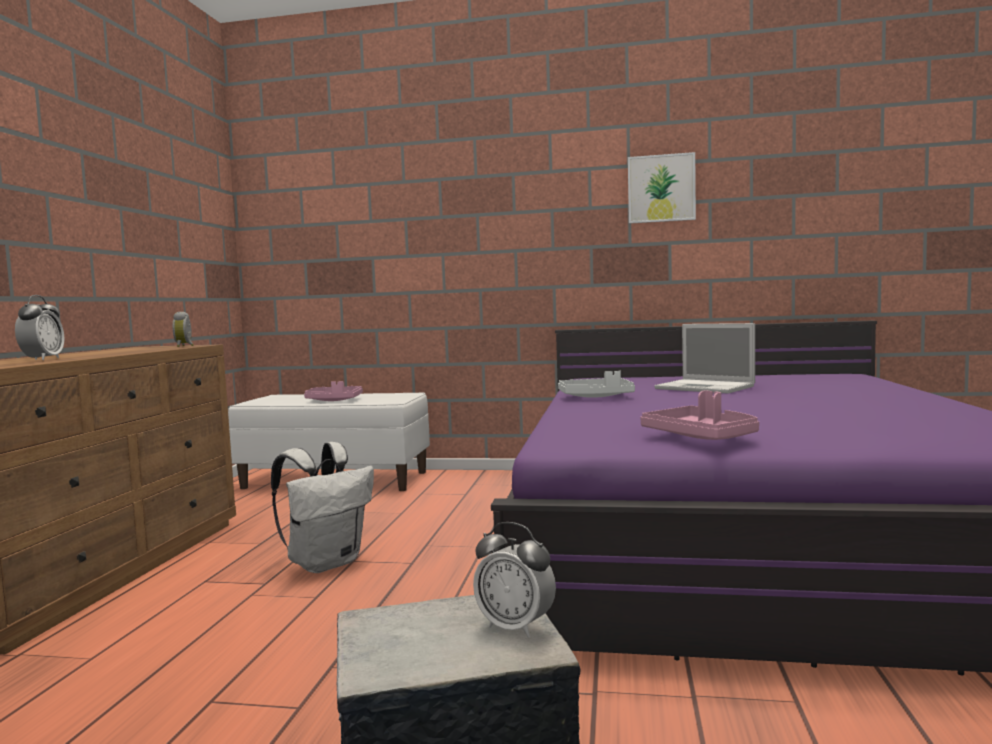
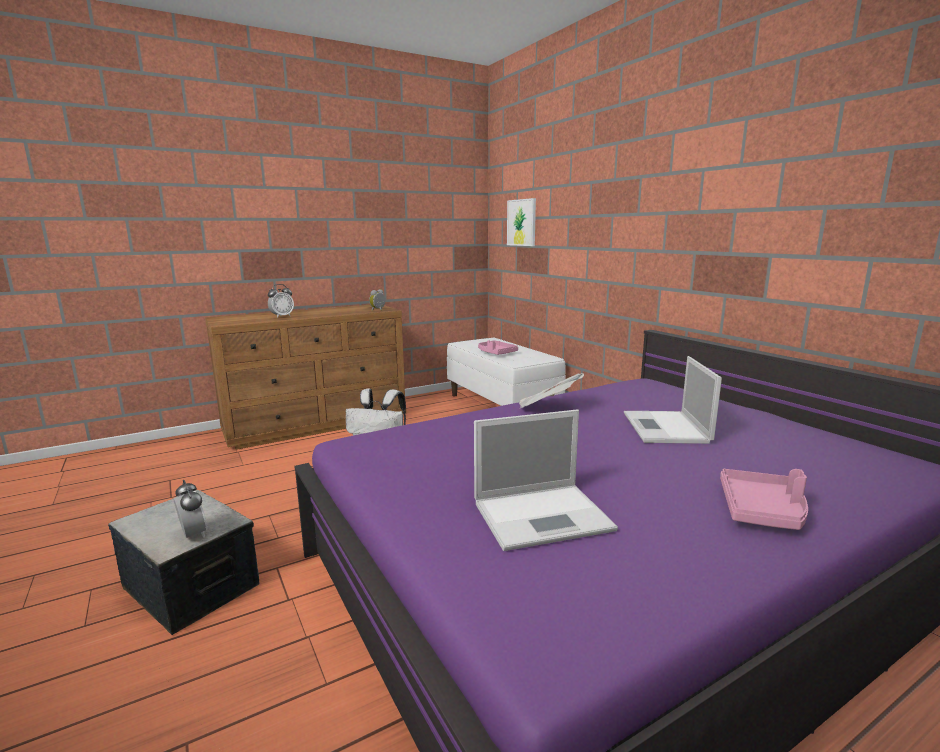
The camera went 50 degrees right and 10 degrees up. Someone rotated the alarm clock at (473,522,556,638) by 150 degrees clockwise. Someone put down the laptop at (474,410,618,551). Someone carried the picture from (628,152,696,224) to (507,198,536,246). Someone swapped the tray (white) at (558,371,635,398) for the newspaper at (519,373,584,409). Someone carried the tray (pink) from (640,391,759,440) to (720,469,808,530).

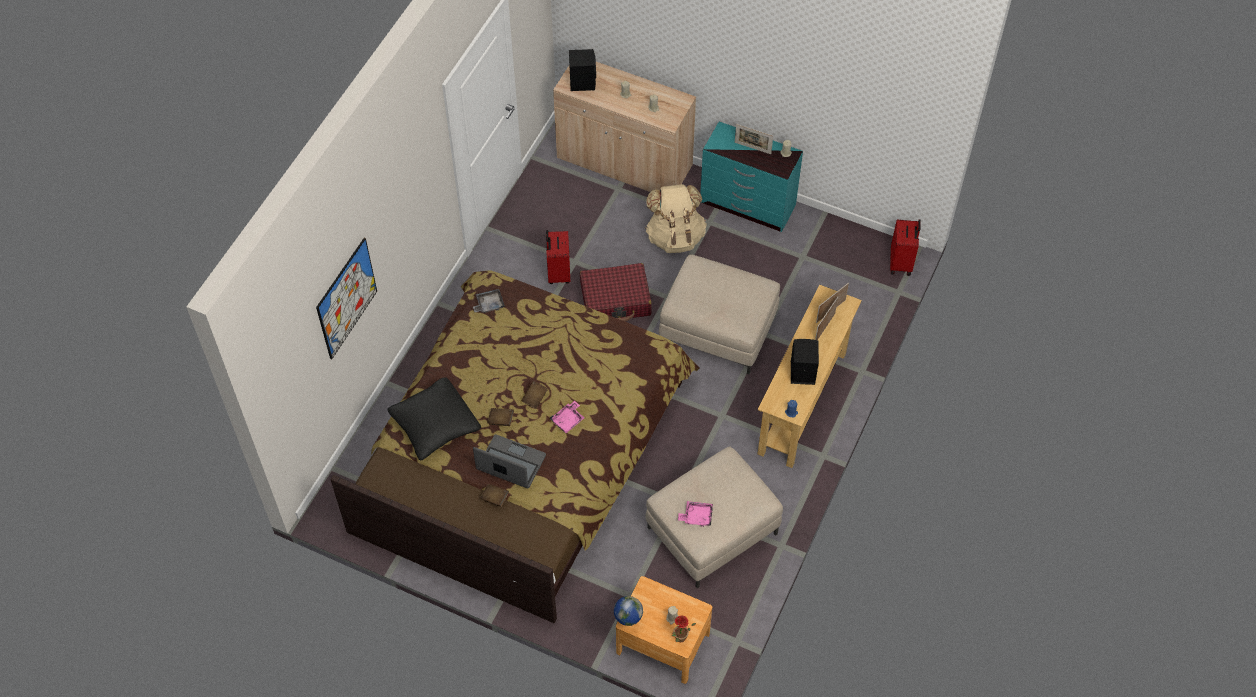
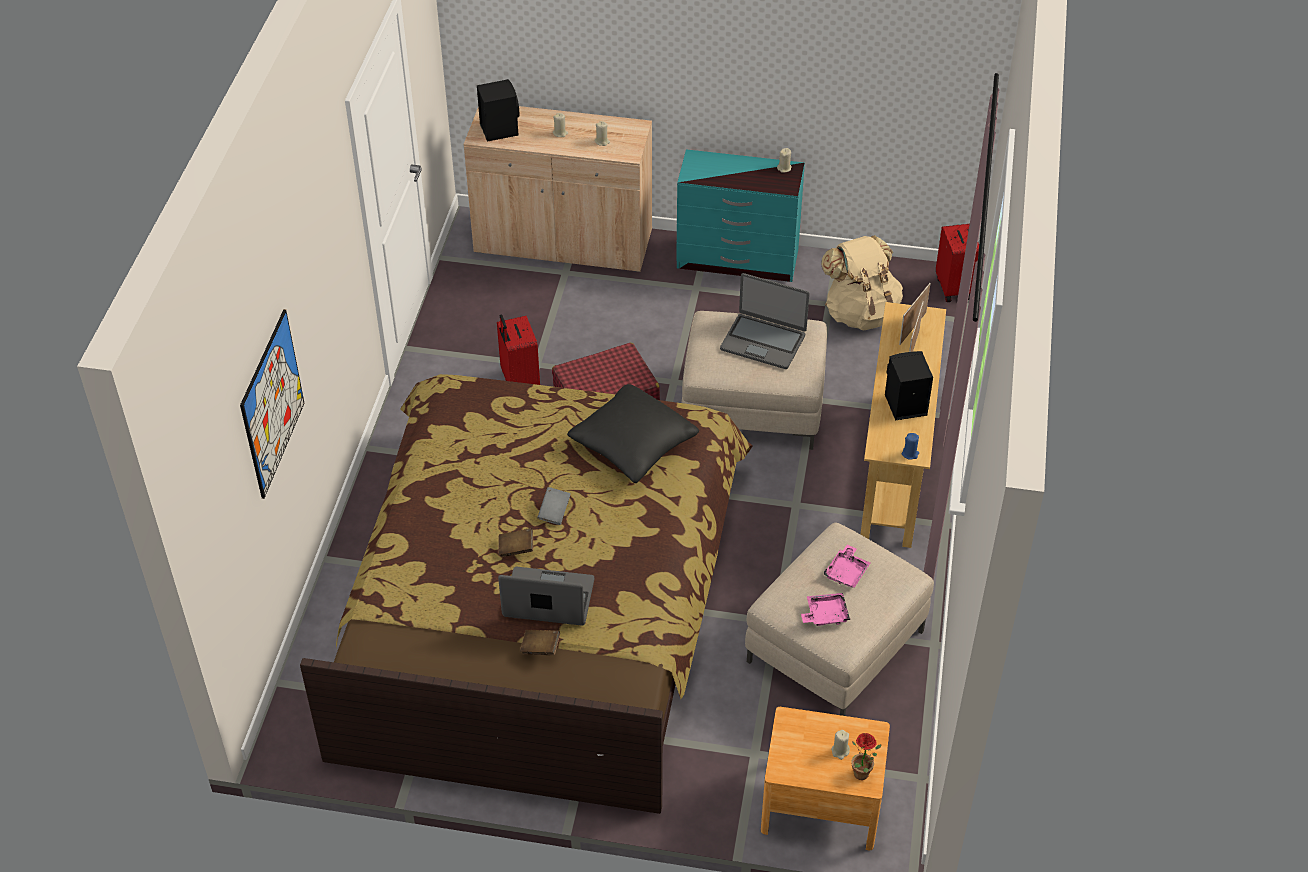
The camera went 15 degrees left and 10 degrees down. Someone repainted the book (brown) at (521,381,548,409), which became the book (grey) at (537,487,571,525). Someone carried the pillow (black) from (387,377,481,461) to (567,384,699,483). Someone put down the laptop at (720,273,810,369). Someone carried the backpack (beige) from (645,184,707,253) to (821,235,903,330). Someone carried the tray (pink) from (550,401,584,433) to (824,544,870,588). Someone took away the tray (grey) at (473,289,505,313). Someone took away the globe at (614,596,643,626). Someone took away the picture frame at (735,124,773,154).

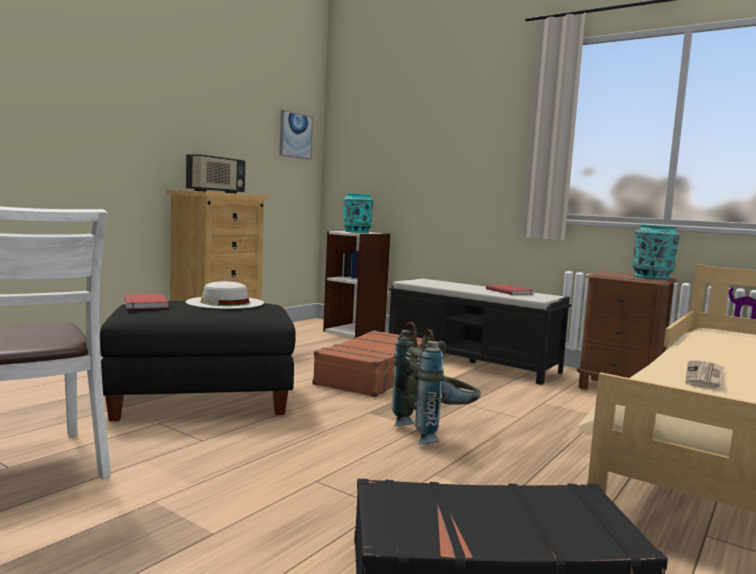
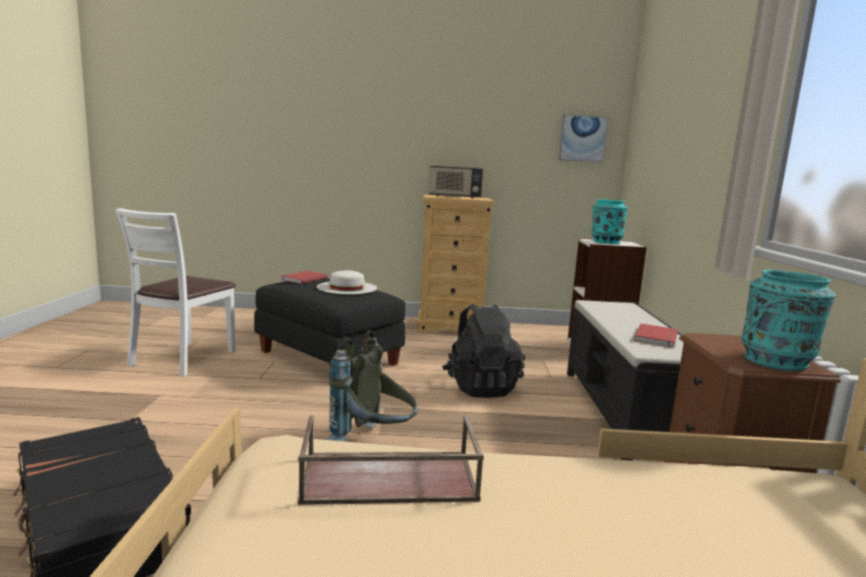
The camera went 55 degrees right and 5 degrees up. Someone swapped the newspaper at (686,361,724,389) for the tray (brown) at (298,415,484,505). Someone swapped the suitcase (brown) at (312,330,422,397) for the backpack (black) at (442,304,525,398).

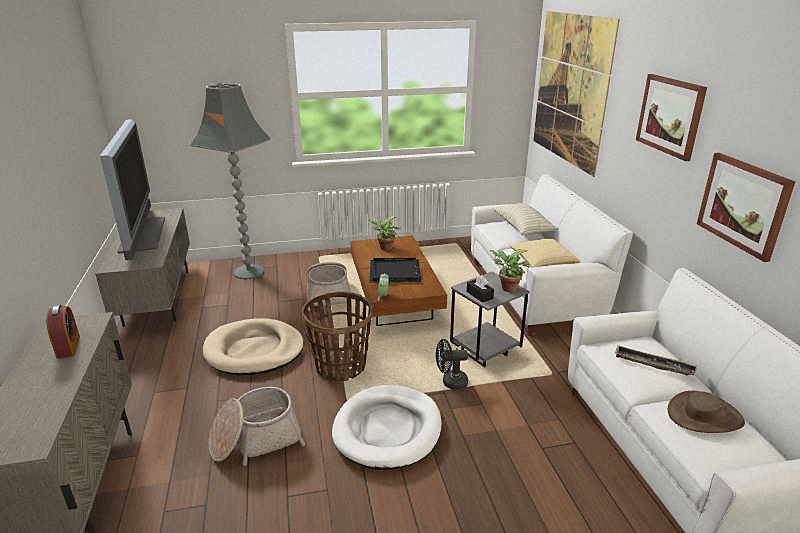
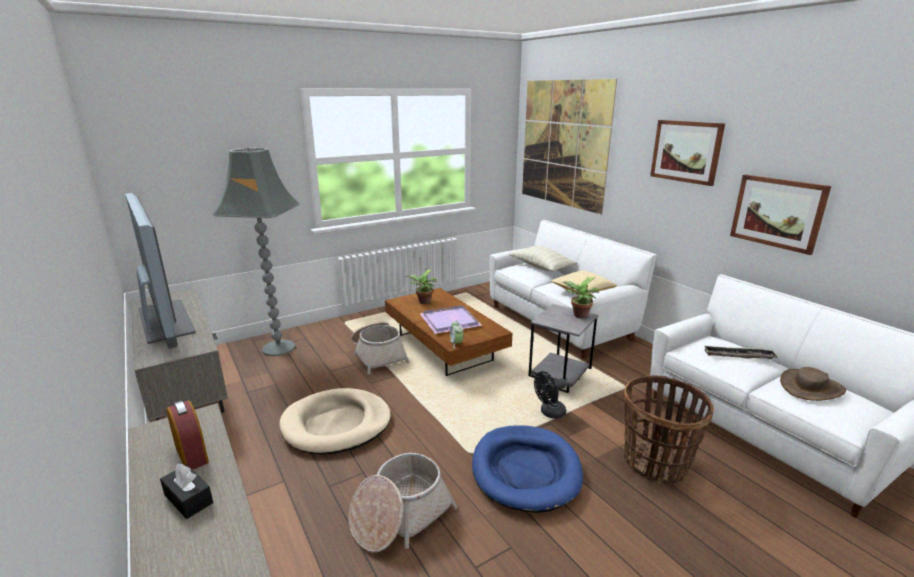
The camera went 20 degrees left and 5 degrees down. Someone carried the tissue box (black) from (467,275,494,303) to (160,464,213,519). Someone repainted the tray (black) at (369,258,421,283), which became the tray (purple) at (420,305,482,334). Someone repainted the dog bed (white) at (332,385,441,470), which became the dog bed (blue) at (472,425,583,513). Someone carried the basket from (301,292,373,382) to (623,375,714,485).

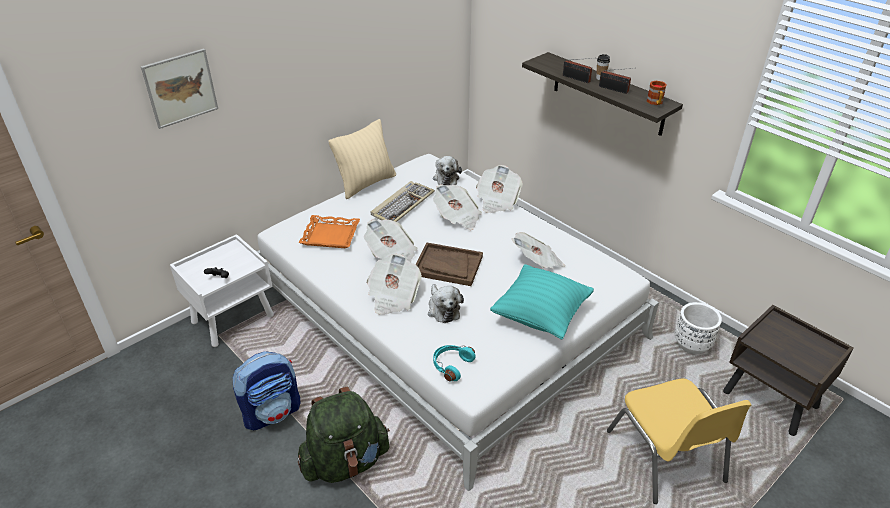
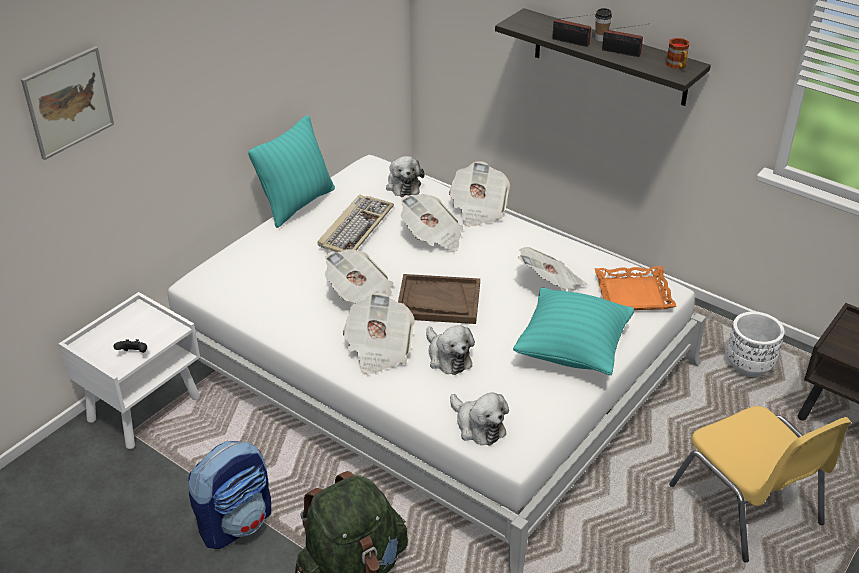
The camera went 10 degrees left and 0 degrees up. Someone repainted the pillow (beige) at (328,119,396,199), which became the pillow (turquoise) at (248,115,335,228). Someone swapped the headphones (turquoise) at (433,345,476,382) for the plush toy at (450,393,509,446). Someone carried the tray (orange) from (298,215,360,248) to (594,266,677,310).

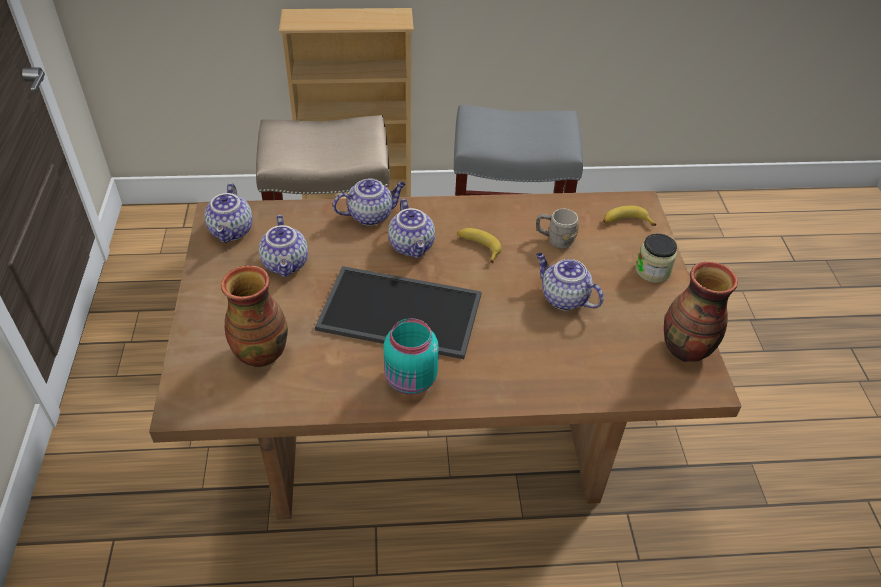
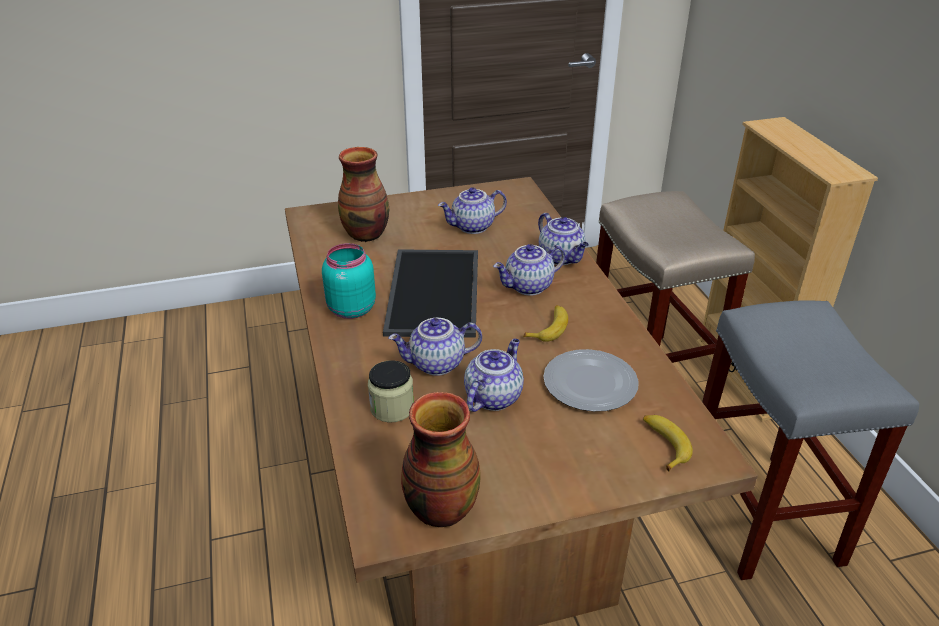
The camera went 80 degrees right and 10 degrees down. Someone carried the jar from (636,233,677,283) to (368,360,414,423). Someone carried the teapot from (205,183,253,243) to (388,318,482,376). Someone swapped the mug (grey) at (536,209,579,249) for the plate at (543,349,639,412).

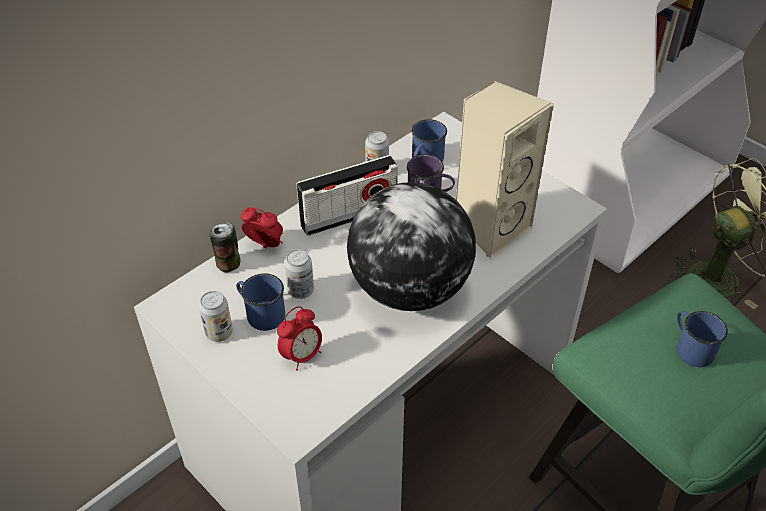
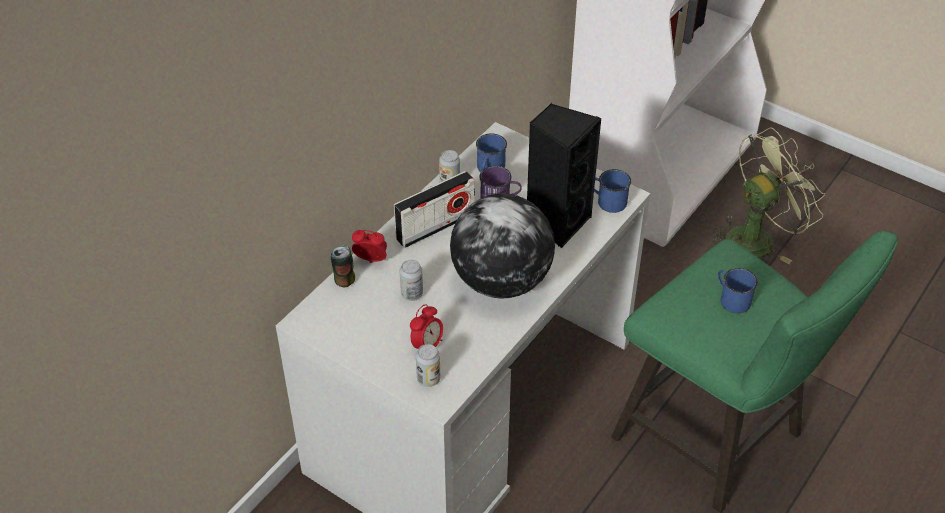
The camera went 10 degrees left and 0 degrees up. Someone carried the can from (199,291,233,342) to (416,344,440,387). Someone repainted the speaker (beige) at (456,80,554,259), which became the speaker (black) at (527,103,602,248). Someone carried the mug (blue) from (236,273,285,331) to (594,169,631,213).

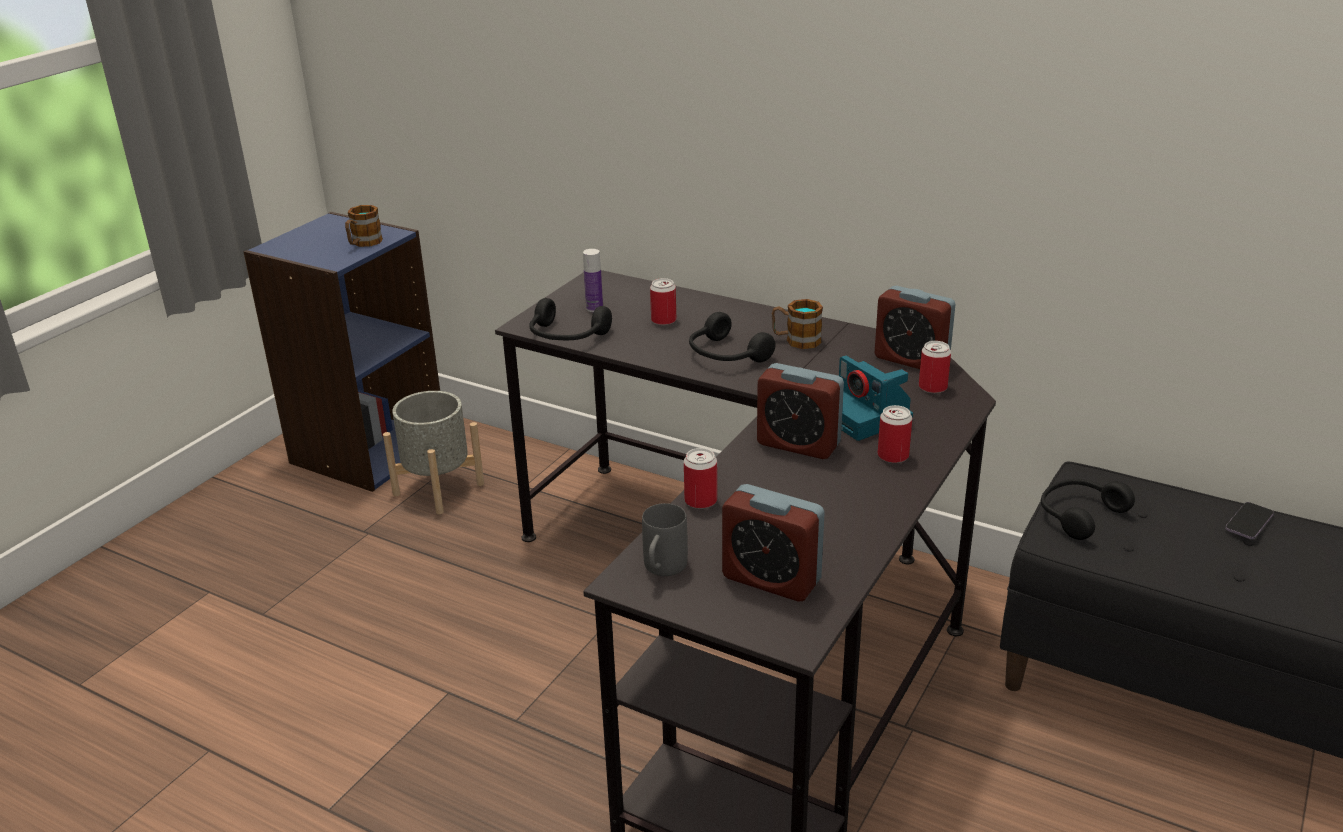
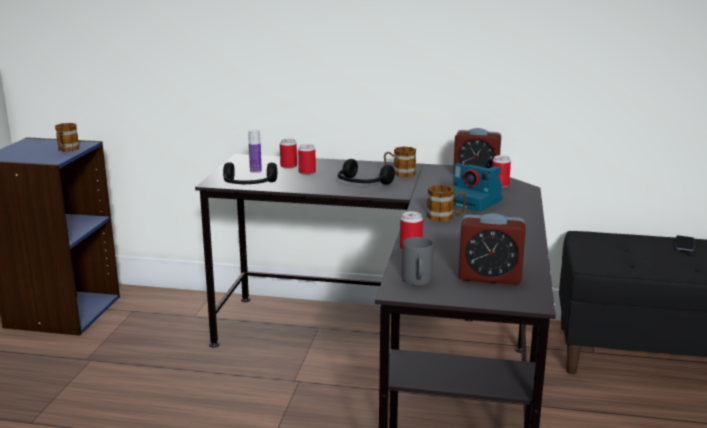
The camera went 20 degrees left and 10 degrees down. Someone carried the can from (878,405,912,463) to (280,138,297,169). Someone swapped the alarm clock at (757,363,844,459) for the mug at (427,185,467,222). Someone took away the planter (grey) at (383,391,484,514). Someone took away the headphones (black) at (1041,479,1135,540).

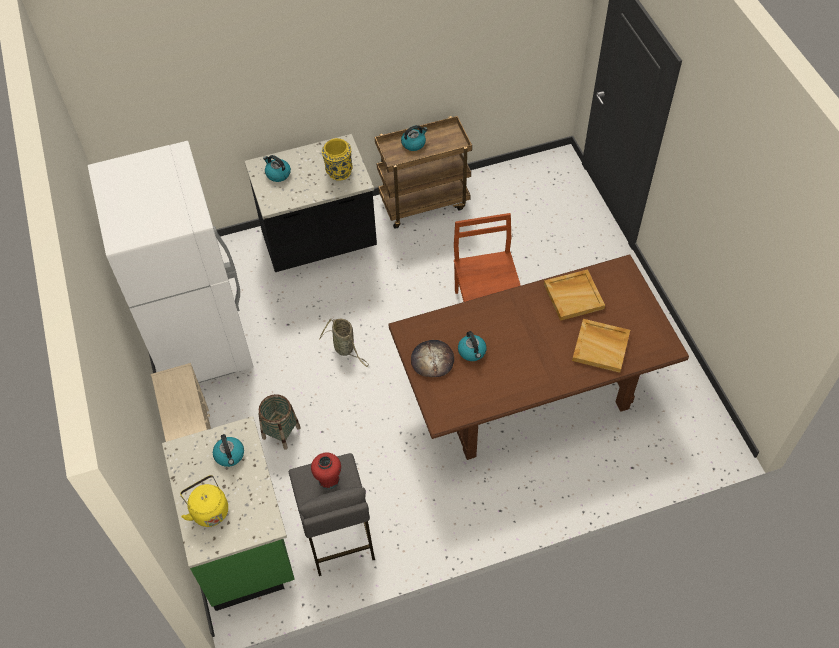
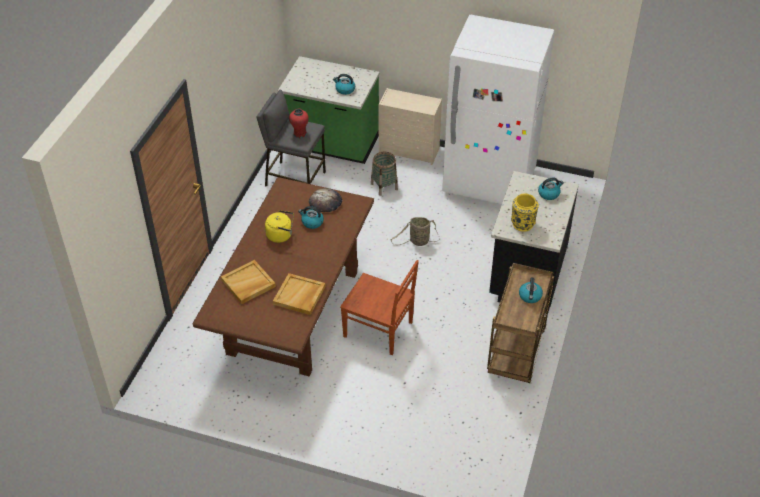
The camera went 125 degrees right and 10 degrees down. Someone carried the kettle (yellow) from (180,475,228,527) to (265,210,294,243).

